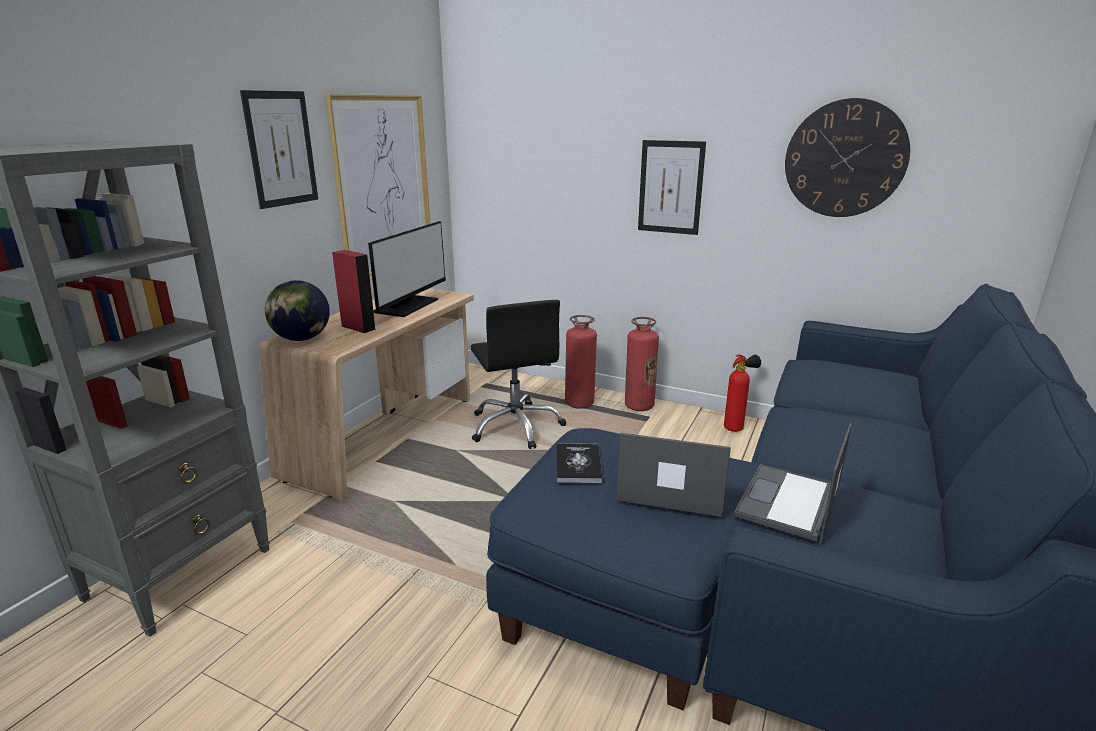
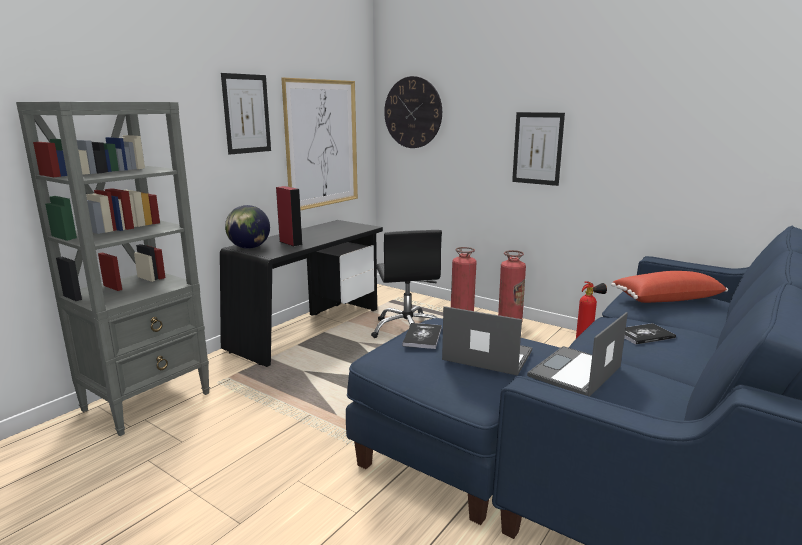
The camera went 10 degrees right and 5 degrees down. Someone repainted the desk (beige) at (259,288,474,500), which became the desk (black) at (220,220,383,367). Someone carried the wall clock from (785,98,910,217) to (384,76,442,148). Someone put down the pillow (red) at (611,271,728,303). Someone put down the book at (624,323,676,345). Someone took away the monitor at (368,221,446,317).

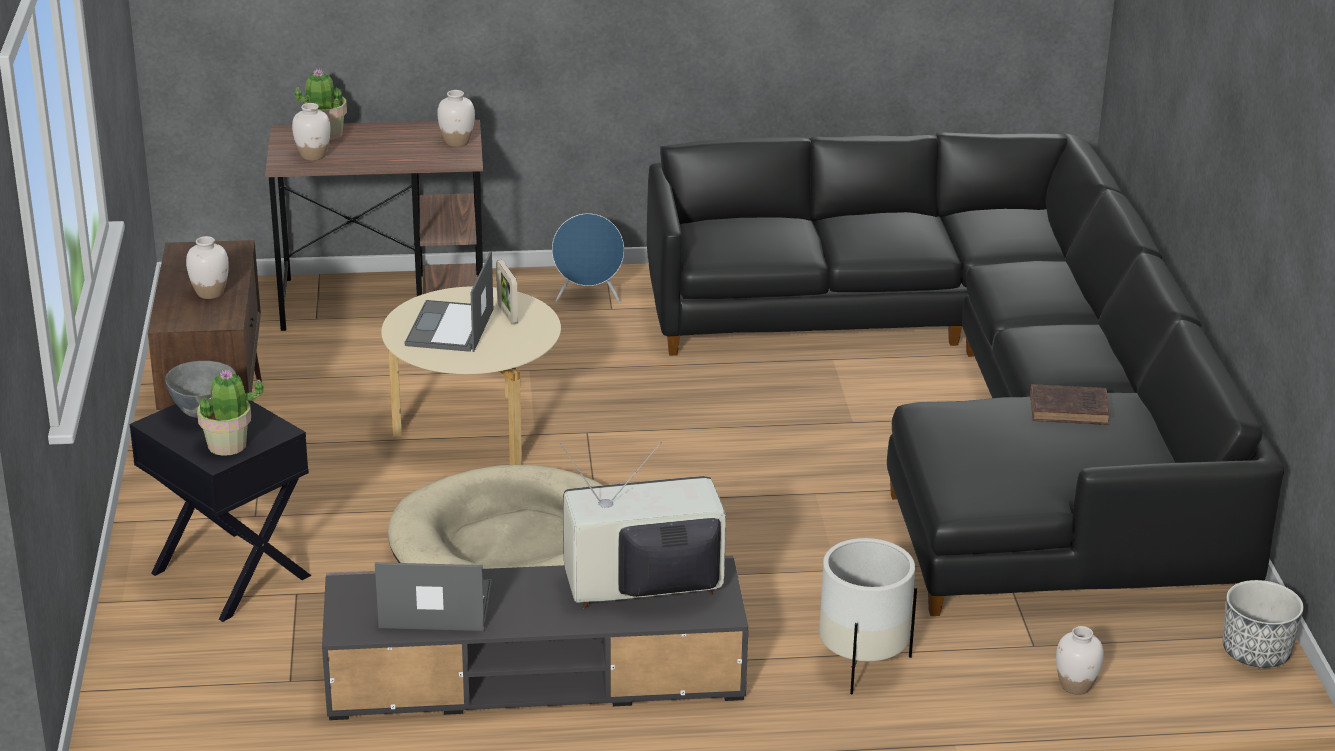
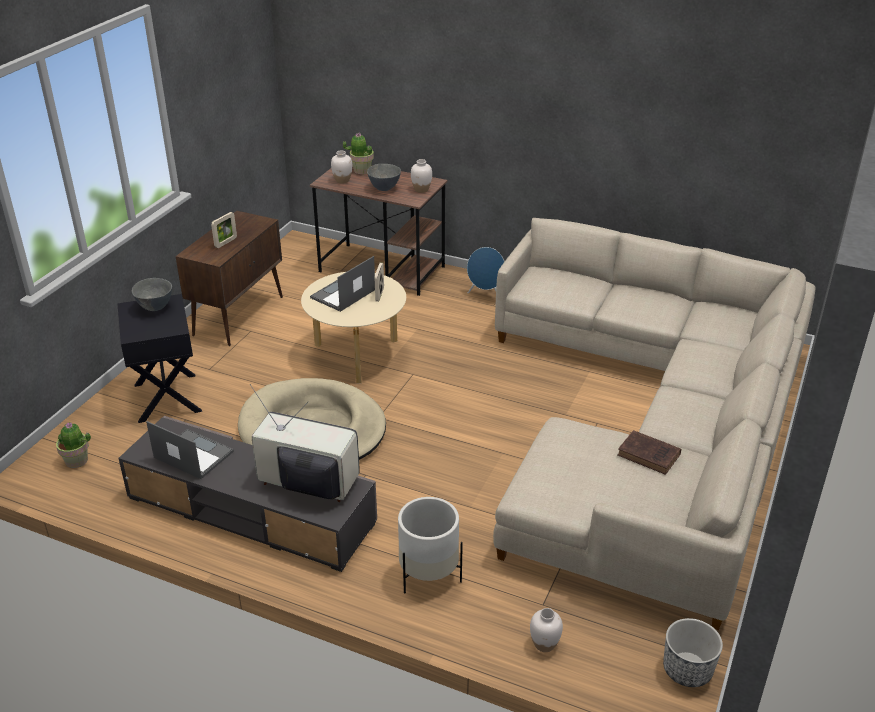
The camera went 30 degrees right and 5 degrees up. Someone carried the potted plant from (197,369,264,456) to (56,423,91,468). Someone swapped the vase (white) at (186,236,229,299) for the picture frame at (211,212,237,248). Someone put down the bowl (grey) at (367,164,401,191). Someone repainted the sofa (black) at (647,132,1284,616), which became the sofa (beige) at (493,218,816,630).

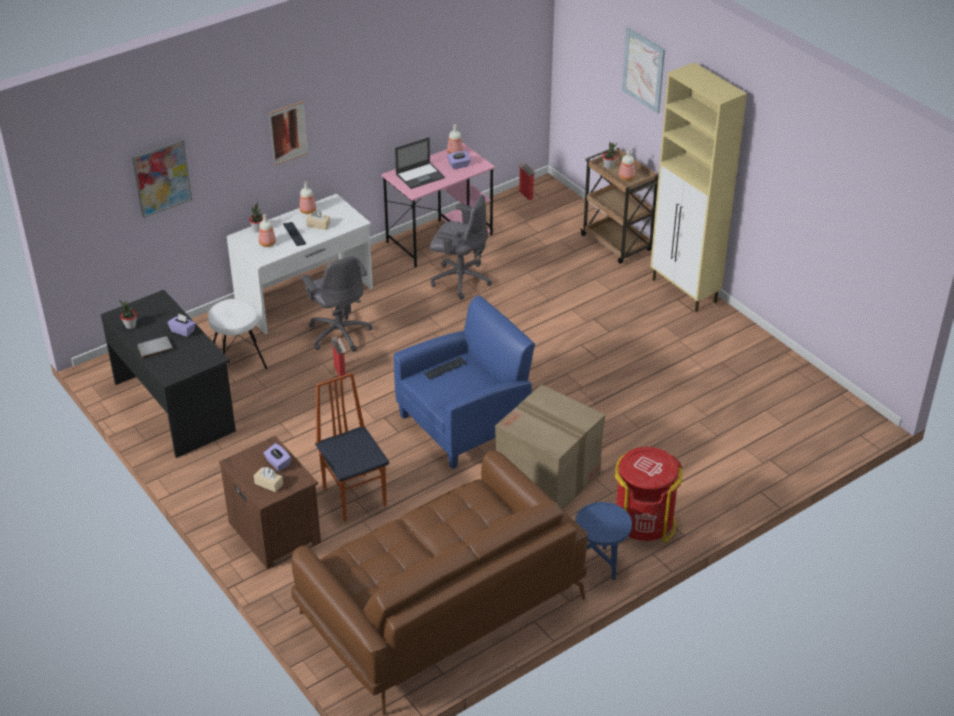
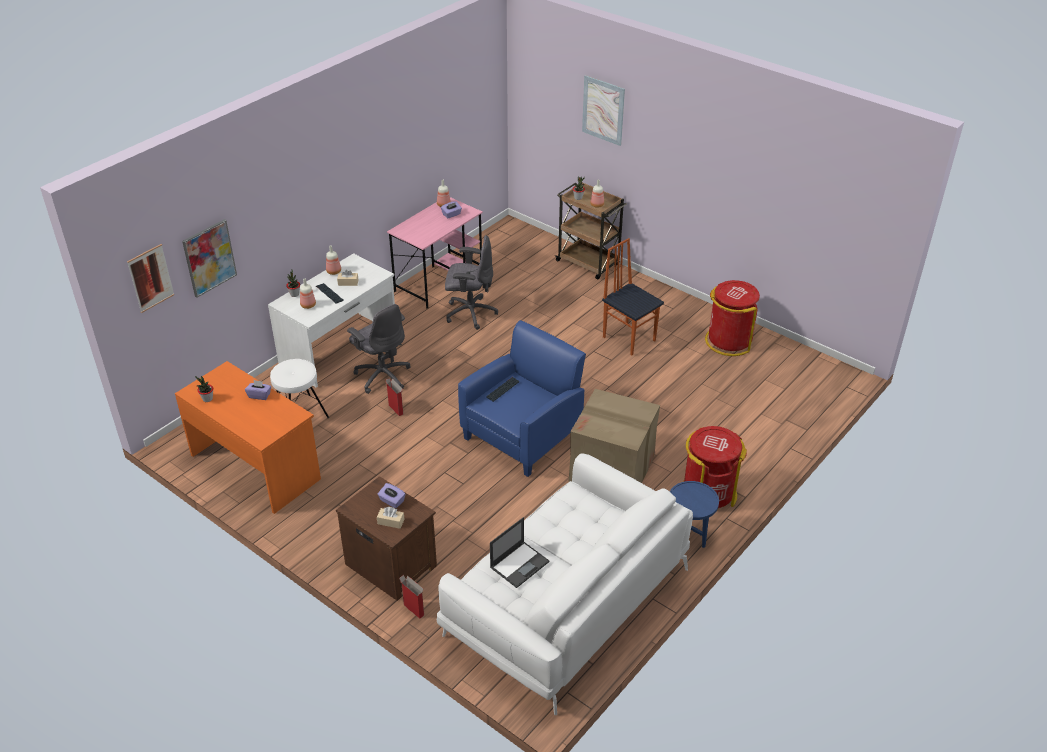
The camera went 15 degrees left and 0 degrees up. Someone carried the picture from (269,101,308,166) to (127,244,174,313). Someone repainted the desk (black) at (101,290,236,458), which became the desk (orange) at (175,361,321,514). Someone carried the cardboard box from (518,163,535,200) to (399,575,424,619). Someone repainted the sofa (brown) at (291,450,587,715), which became the sofa (white) at (437,454,693,715). Someone carried the laptop from (395,137,445,189) to (490,517,549,588). Someone carried the chair from (315,372,389,522) to (602,238,664,355). Someone put down the trash can (red) at (705,280,760,356). Someone took away the book (grey) at (137,336,173,359). Someone took away the cabinet (beige) at (650,62,747,312).

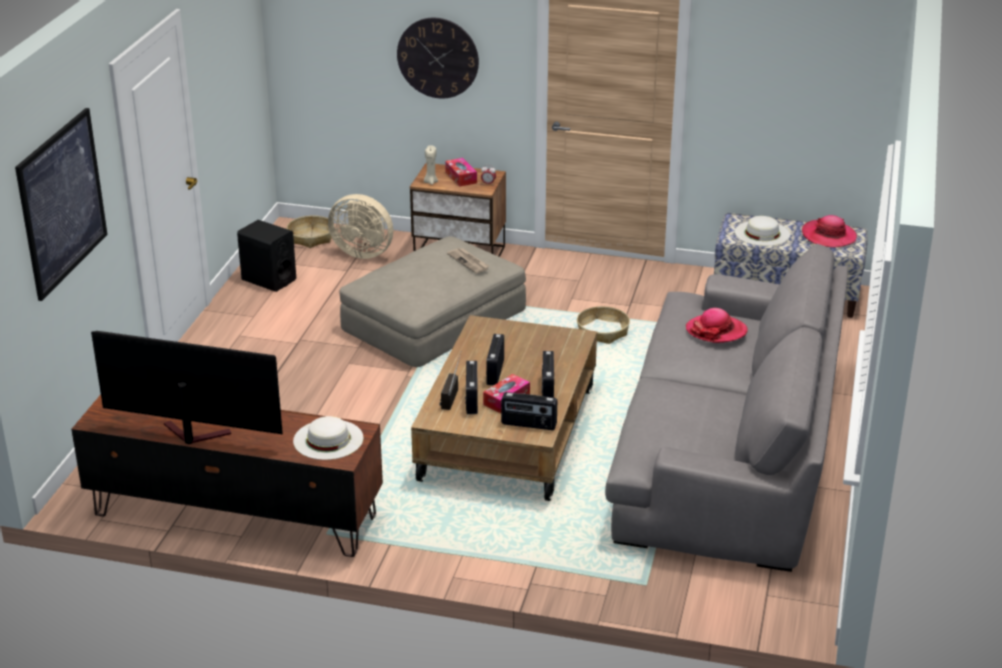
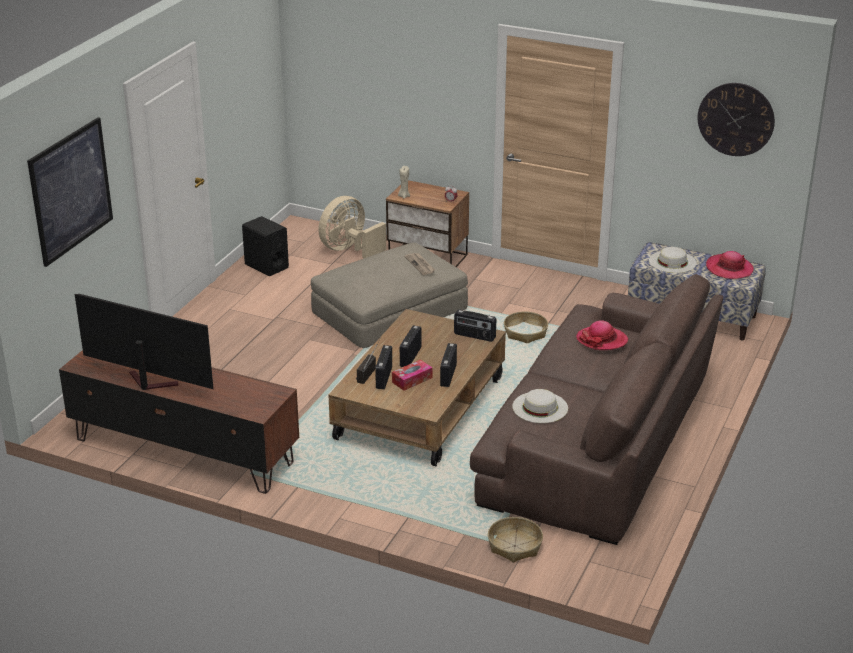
The camera went 10 degrees right and 0 degrees up. Someone rotated the fan (beige) at (328,194,393,259) by 105 degrees clockwise. Someone carried the radio from (501,392,557,430) to (454,310,496,342). Someone repainted the sofa (grey) at (605,244,848,572), which became the sofa (brown) at (470,274,723,545). Someone carried the basket from (287,216,332,248) to (488,517,543,563). Someone carried the hat (white) from (293,416,364,460) to (512,389,568,423). Someone carried the wall clock from (397,18,479,98) to (698,83,775,156). Someone took away the tissue box at (445,158,477,187).

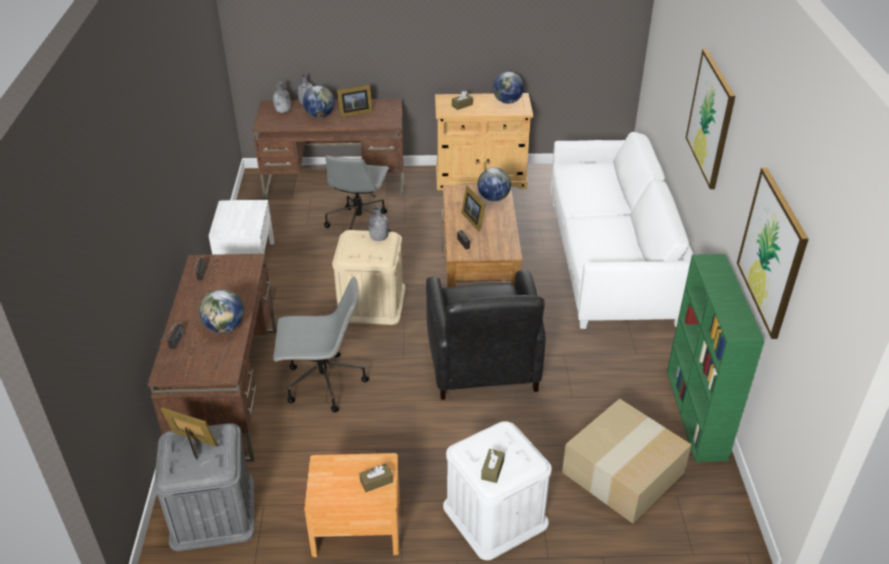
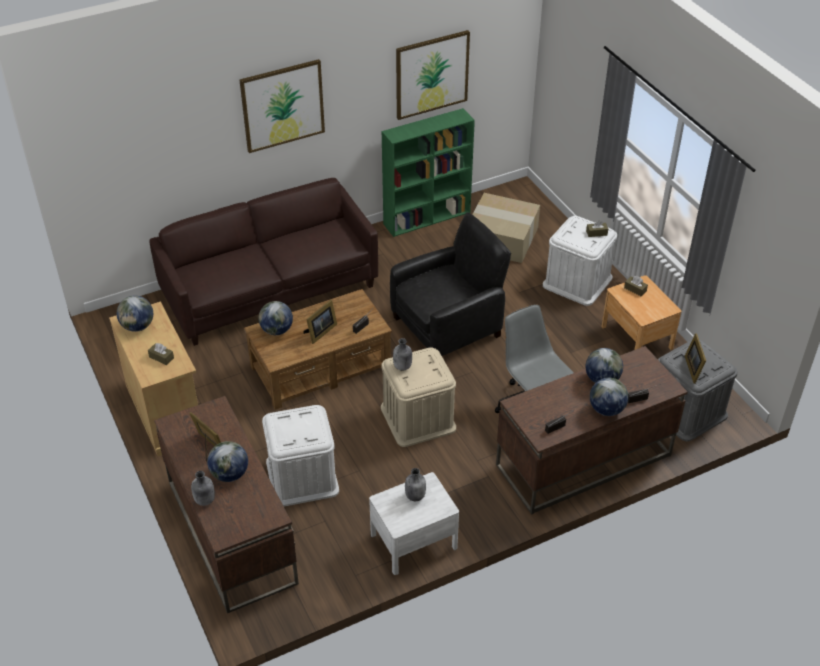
The camera went 115 degrees left and 5 degrees up. Someone repainted the sofa (white) at (550,132,693,329), which became the sofa (brown) at (149,178,378,346). Someone swapped the office chair (grey) at (324,155,391,232) for the storage box (white) at (262,405,339,506). Someone carried the bottle (grey) from (273,82,291,113) to (405,468,426,501). Someone put down the globe at (590,378,628,416).

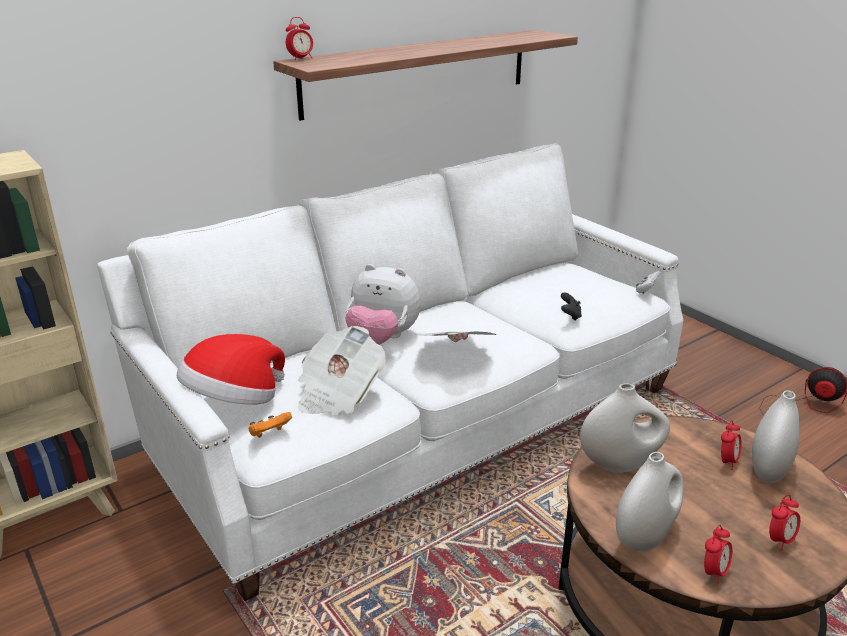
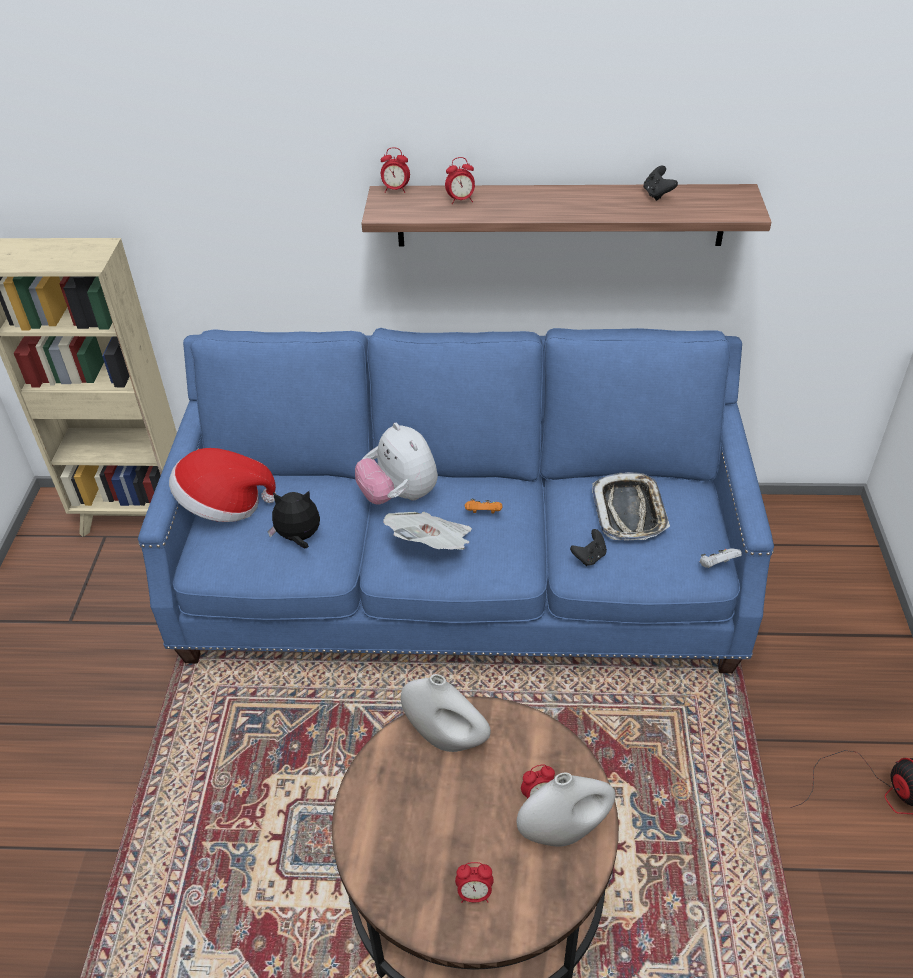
The camera went 40 degrees right and 15 degrees up. Someone repainted the sofa (white) at (97,143,683,601), which became the sofa (blue) at (138,328,774,673). Someone swapped the newspaper at (298,326,386,414) for the plush toy at (268,491,320,548). Someone carried the alarm clock from (704,525,732,584) to (445,157,475,205). Someone carried the game controller (orange) from (249,412,292,438) to (465,499,503,514). Someone put down the tray at (592,472,670,541). Someone put down the game controller (black) at (643,166,678,201). Someone took away the vase (white) at (616,452,684,552).

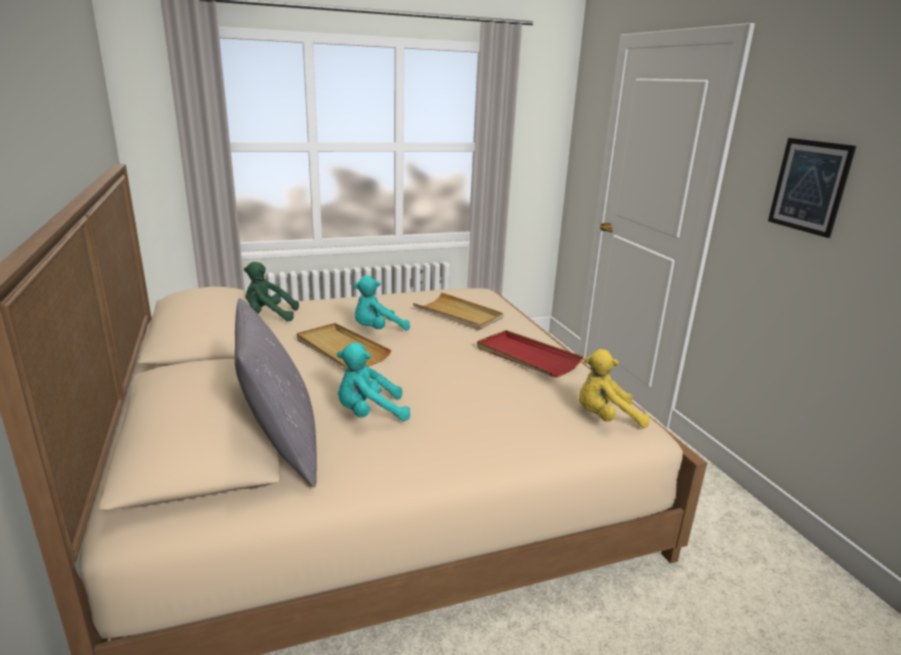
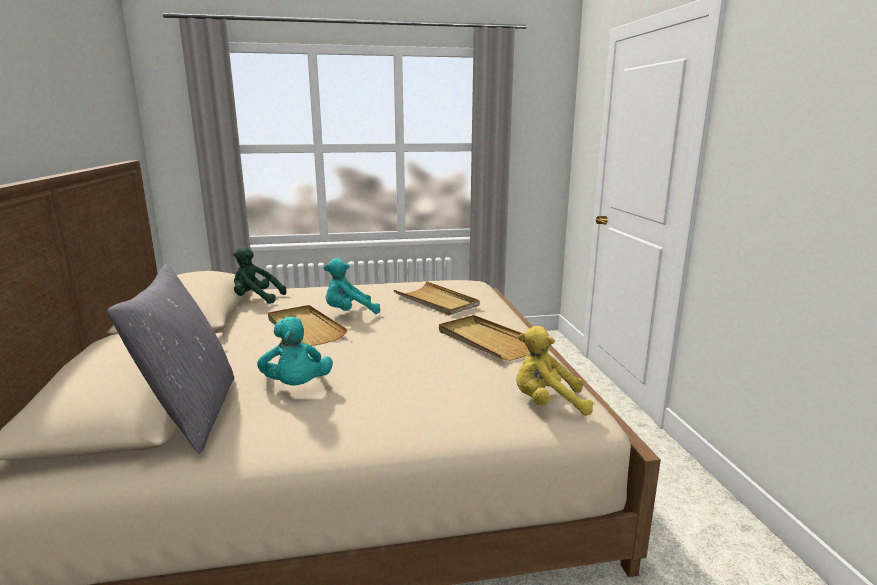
The camera went 10 degrees right and 5 degrees down. Someone rotated the plush toy (turquoise) at (336,342,410,421) by 105 degrees counterclockwise. Someone repainted the tray (red) at (477,330,583,377), which became the tray (beige) at (439,315,529,361). Someone took away the picture at (768,138,856,238).

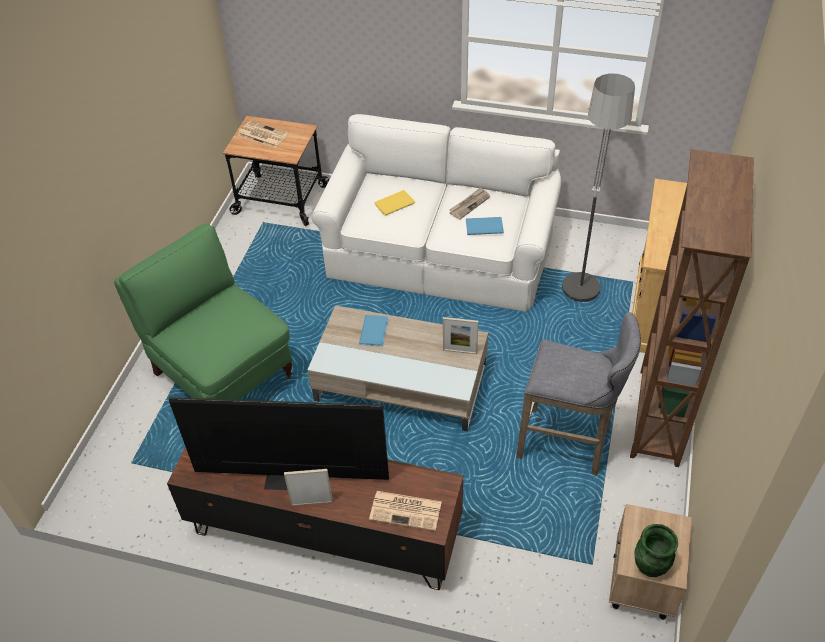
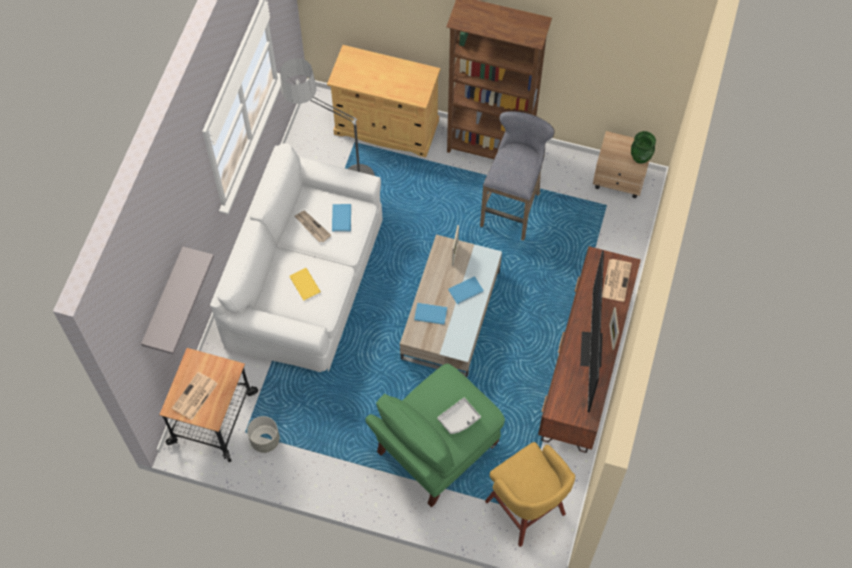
The camera went 90 degrees left and 15 degrees up. Someone put up the shelf (grey) at (141,247,214,355). Someone put down the planter (grey) at (247,416,280,453). Someone put down the tray (grey) at (437,398,481,434). Someone put down the book (blue) at (448,276,483,304). Someone put down the stool (yellow) at (485,442,575,547).

